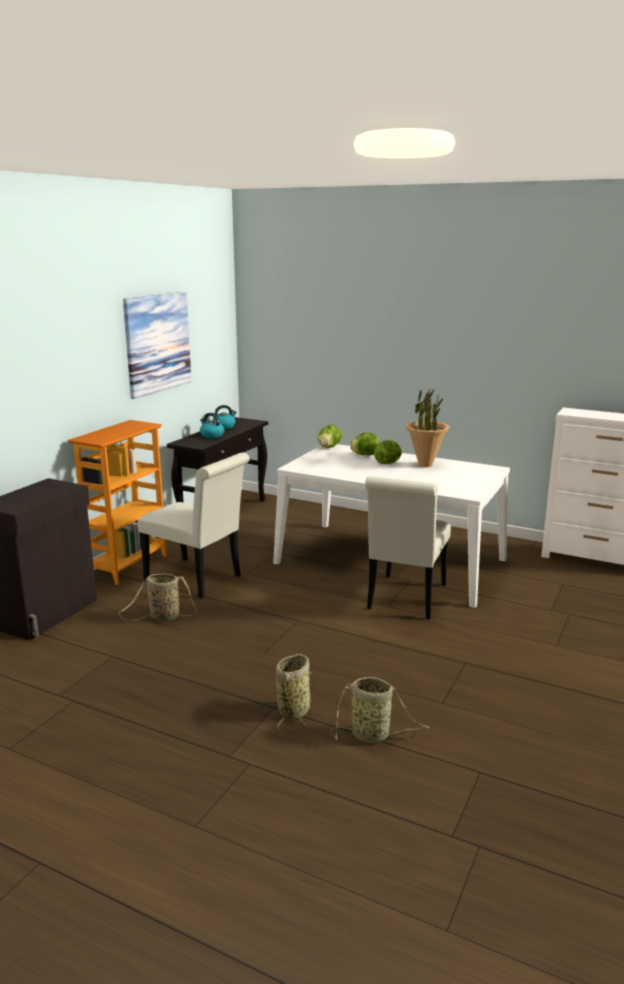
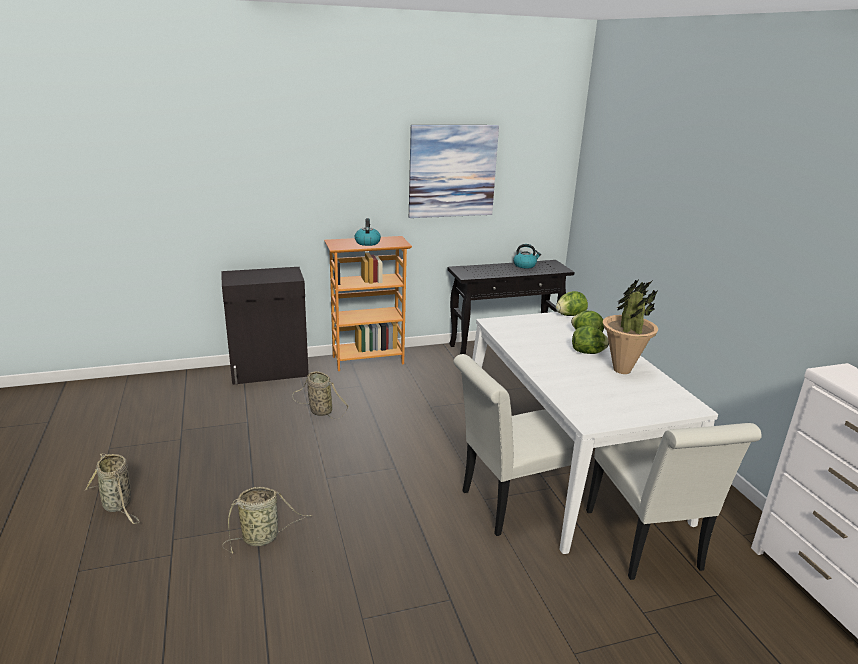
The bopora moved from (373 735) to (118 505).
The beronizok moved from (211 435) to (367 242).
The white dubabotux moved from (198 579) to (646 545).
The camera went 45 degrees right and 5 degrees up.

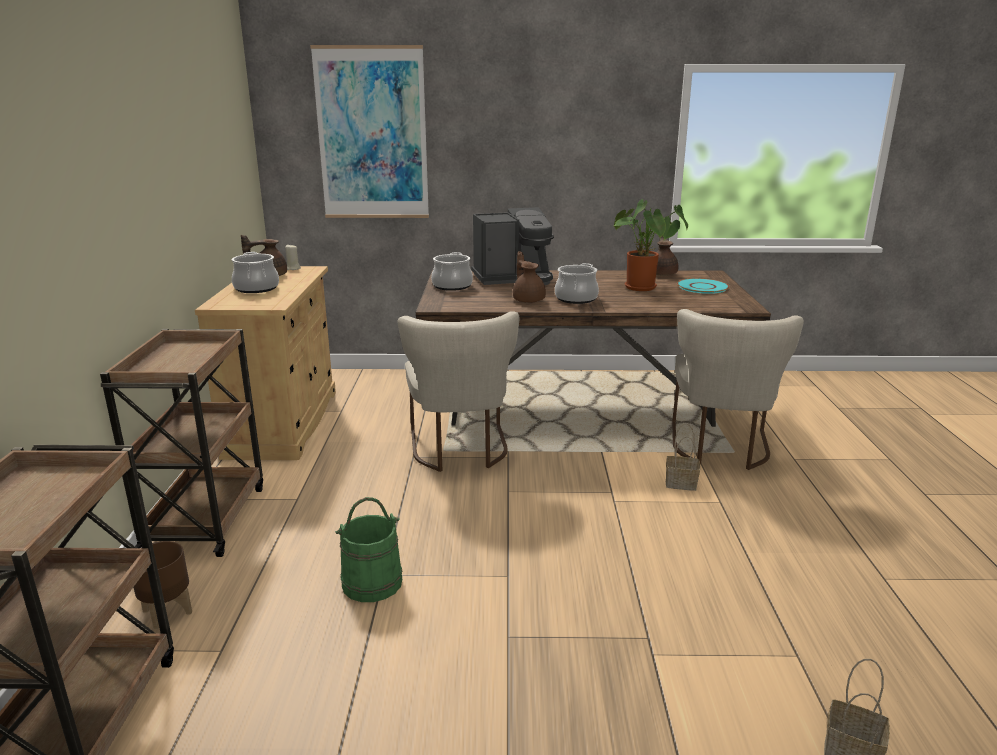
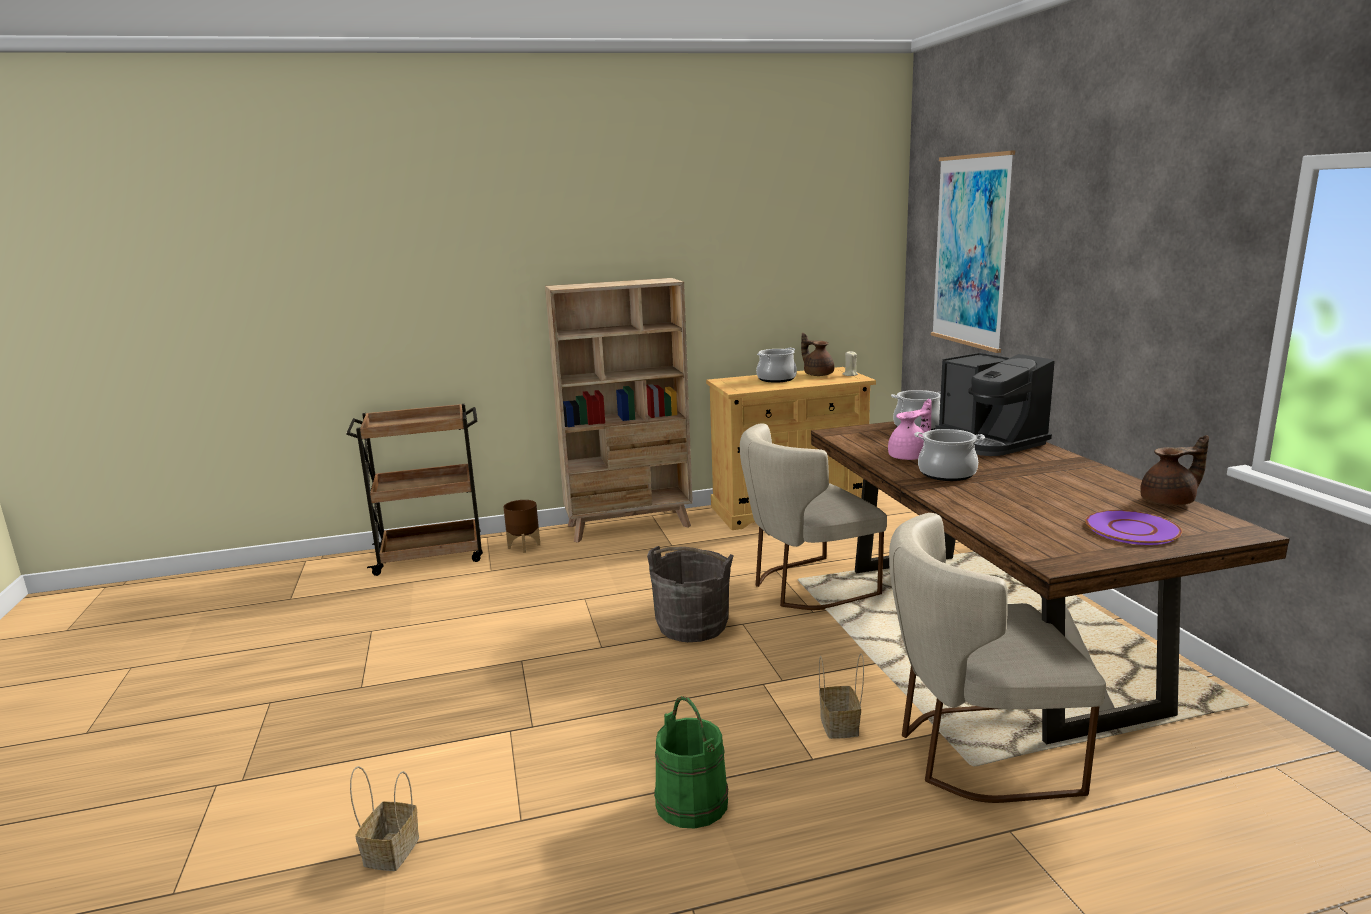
The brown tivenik at (206 518) was replaced by the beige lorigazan at (629 526).
The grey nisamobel at (692 626) appeared.
The green nisamobel moved from (372 582) to (692 802).
The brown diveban at (528 300) became the pink diveban at (910 457).
The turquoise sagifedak at (702 287) became the purple sagifedak at (1131 529).
The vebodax at (644 288) disappeared.
The camera went 75 degrees right and 5 degrees down.

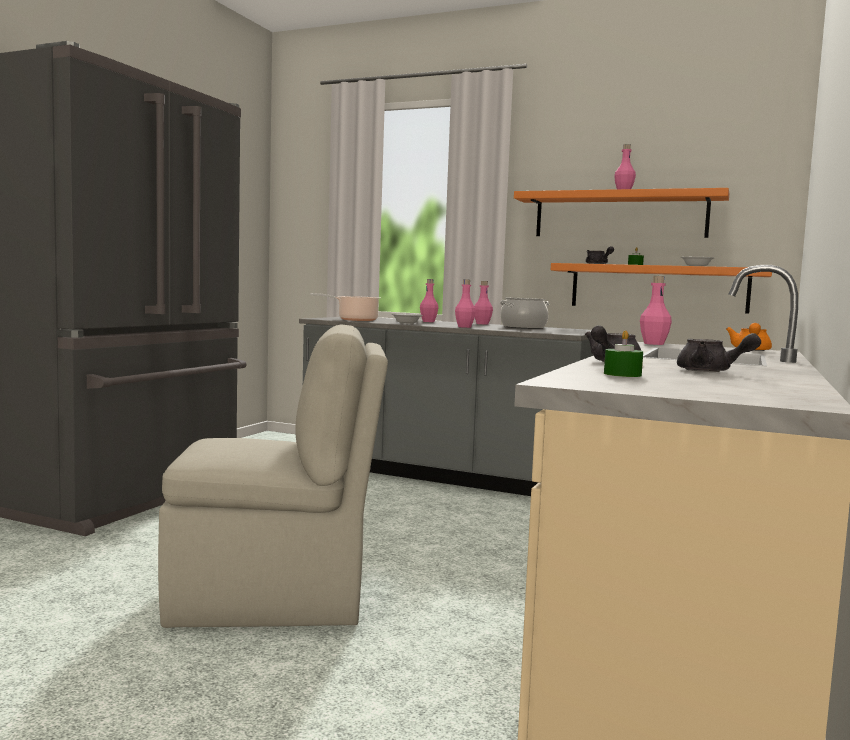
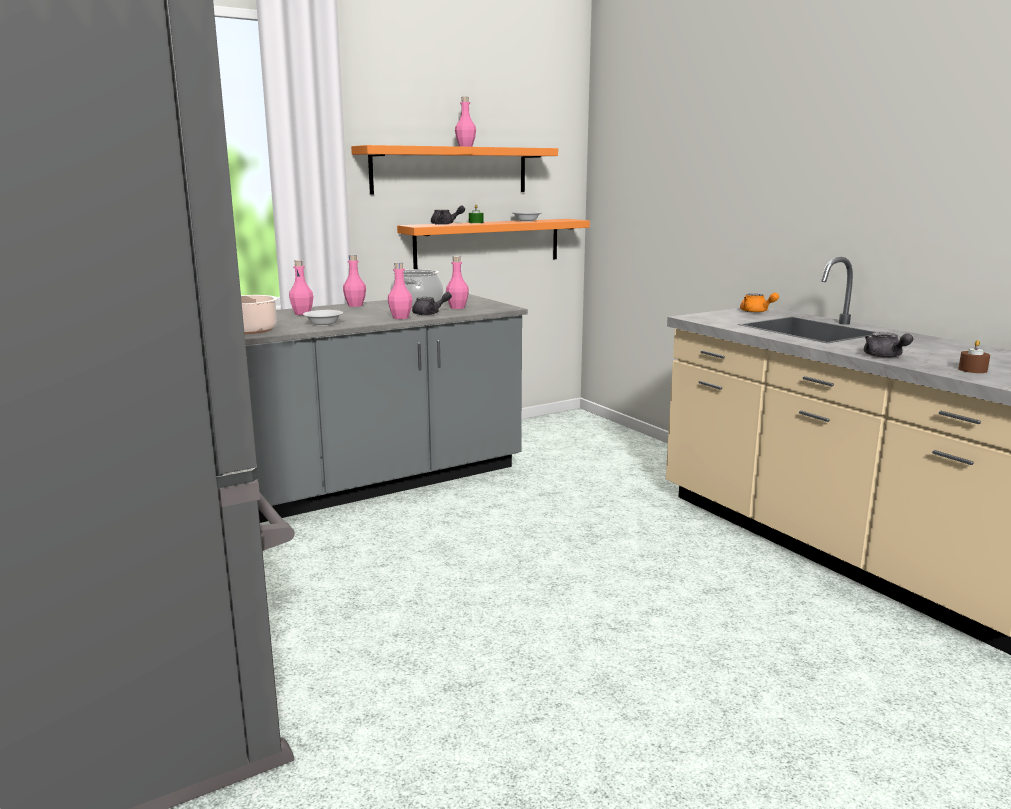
The grey diveban moved from (711 371) to (430 313).
The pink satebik moved from (654 344) to (457 307).
The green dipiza at (622 374) became the brown dipiza at (972 370).
The beige dubabotux at (275 597) disappeared.
The camera went 55 degrees left and 10 degrees up.

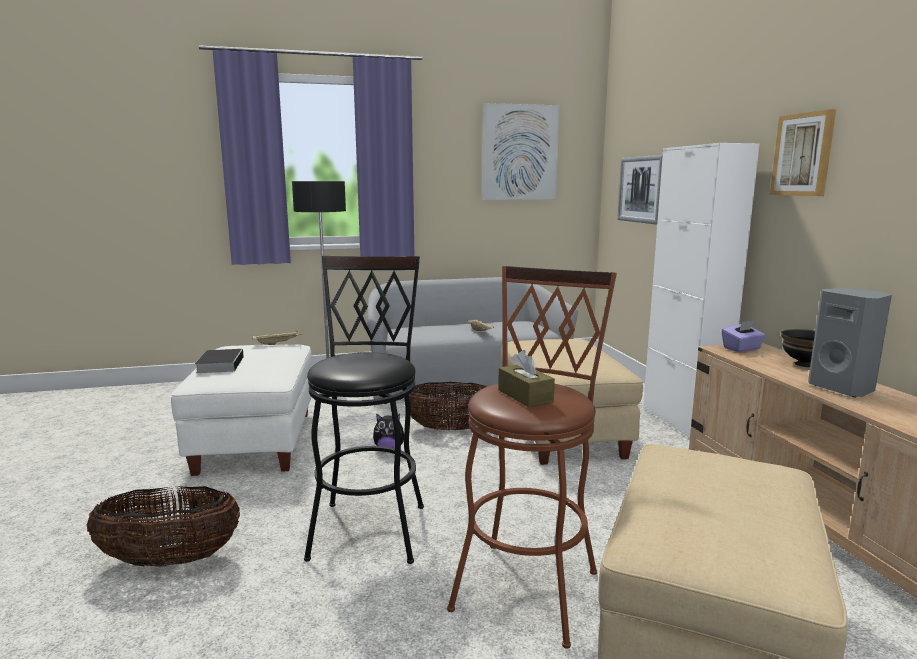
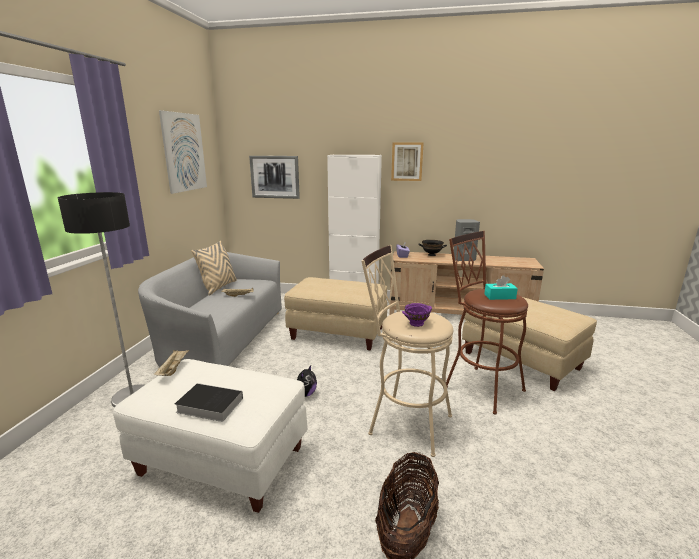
The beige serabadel at (218 287) appeared.
The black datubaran at (371 524) became the beige datubaran at (404 422).
The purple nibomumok at (415 323) appeared.
The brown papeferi at (525 396) became the turquoise papeferi at (500 296).
The bopora at (450 429) disappeared.
The camera went 65 degrees left and 5 degrees up.

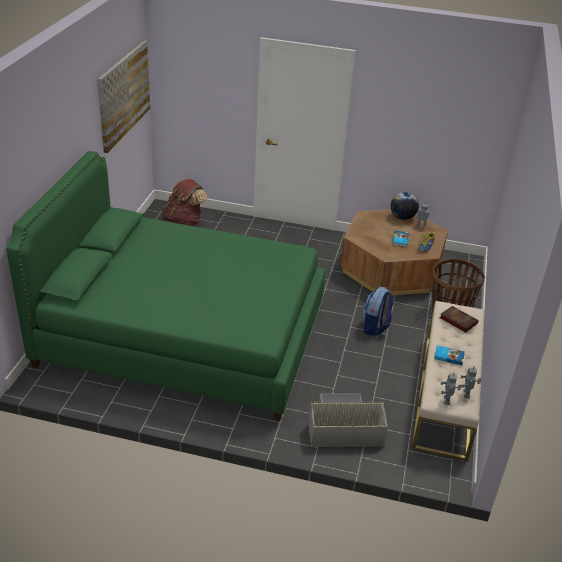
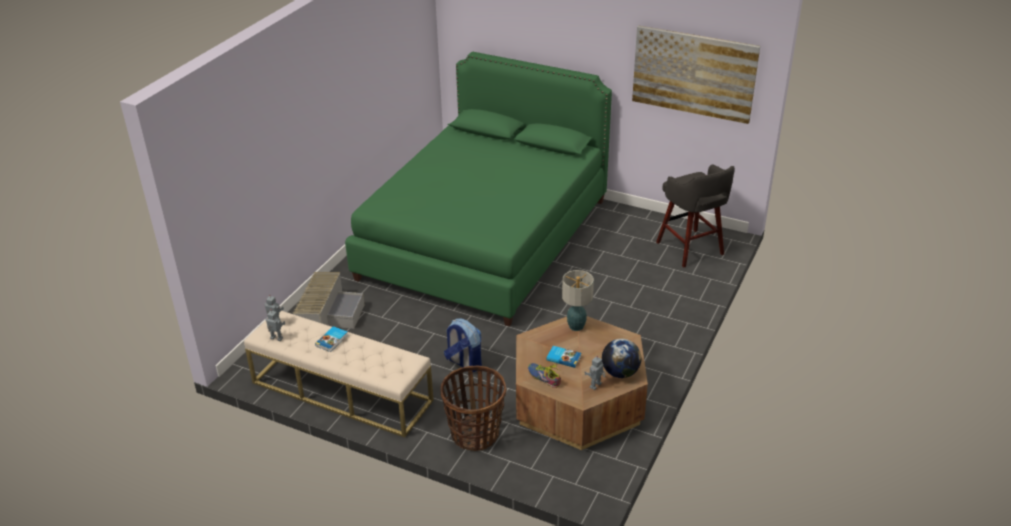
The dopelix at (576 326) appeared.
The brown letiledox at (184 222) was replaced by the grey datubaran at (691 249).
The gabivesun at (457 320) disappeared.
The camera went 105 degrees right and 0 degrees up.

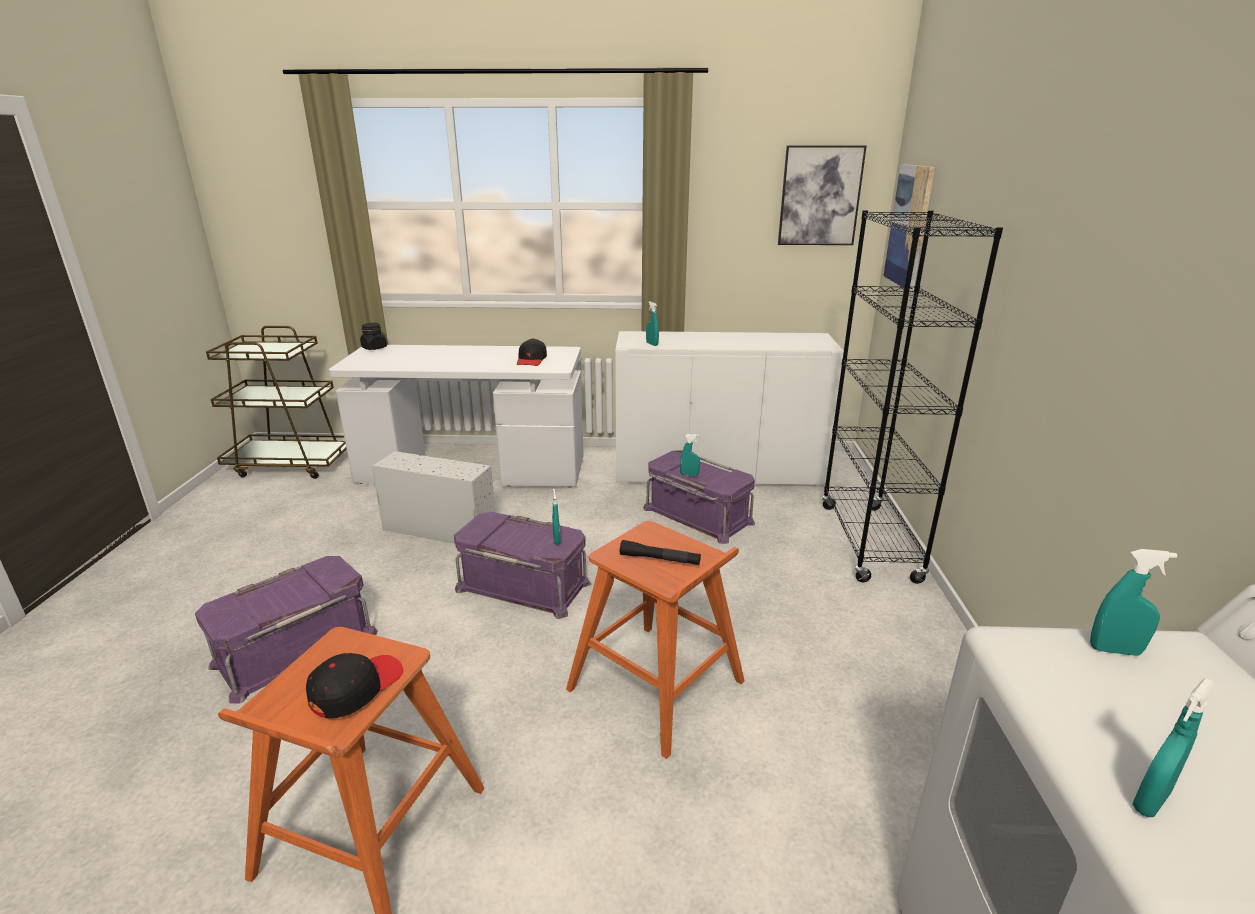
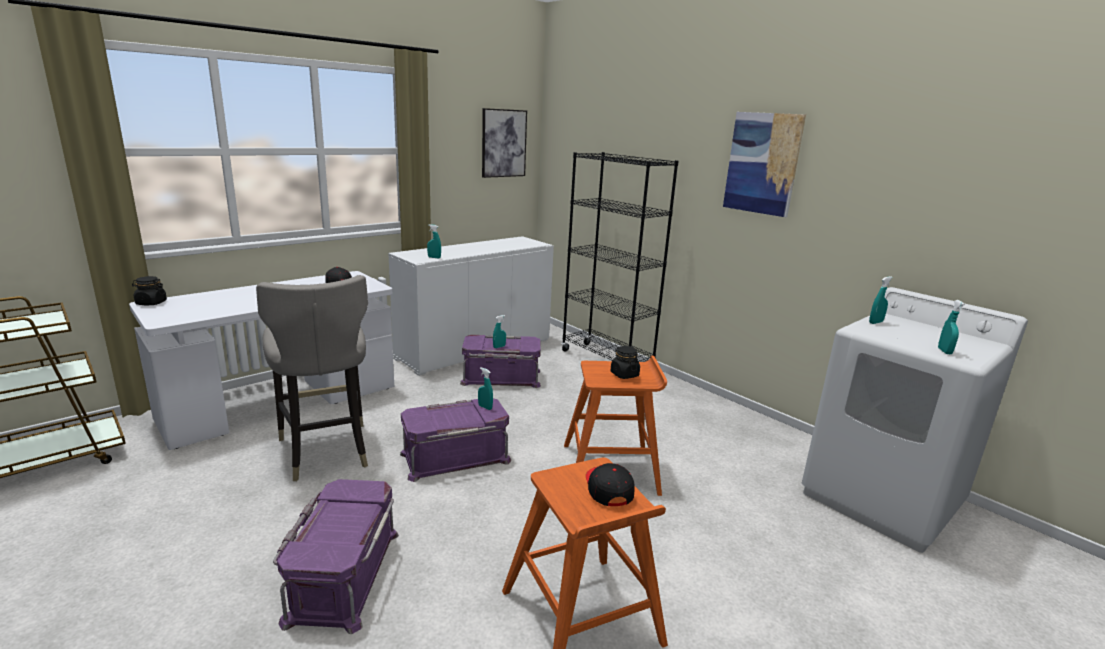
The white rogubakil at (438 530) was replaced by the grey datubaran at (326 452).
The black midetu at (659 559) was replaced by the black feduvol at (624 374).
The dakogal moved from (909 226) to (762 163).
The camera went 45 degrees left and 5 degrees down.

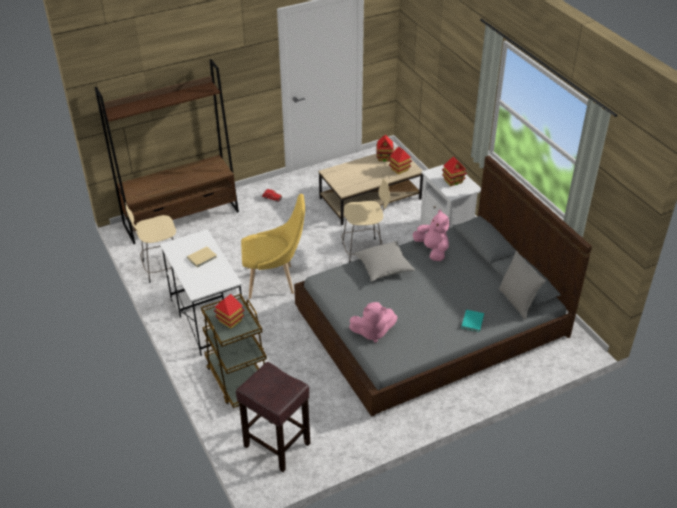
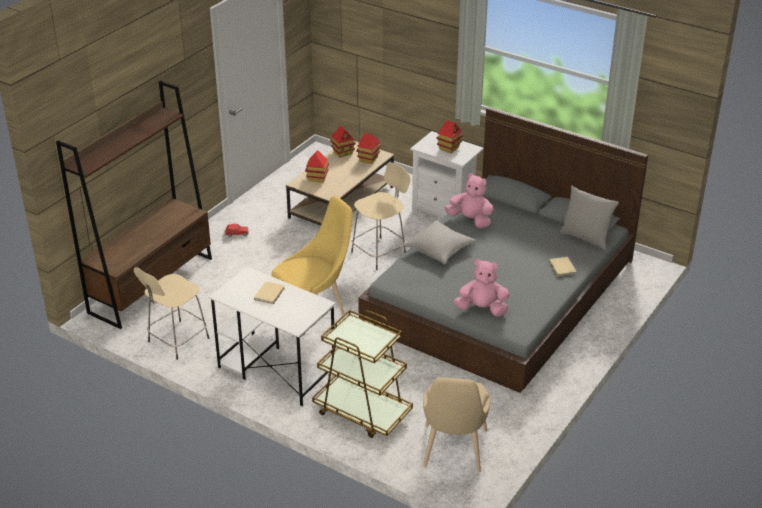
The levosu moved from (230 321) to (317 178).
The brown datubaran at (276 444) was replaced by the beige dubabotux at (453 452).
The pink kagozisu at (372 332) turned 135 degrees counterclockwise.
The turquoise gabivesun at (472 322) became the beige gabivesun at (562 268).
The camera went 30 degrees left and 5 degrees down.

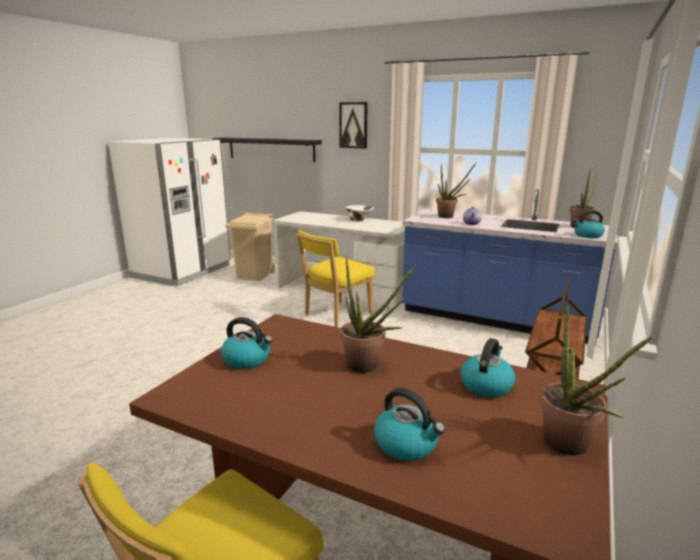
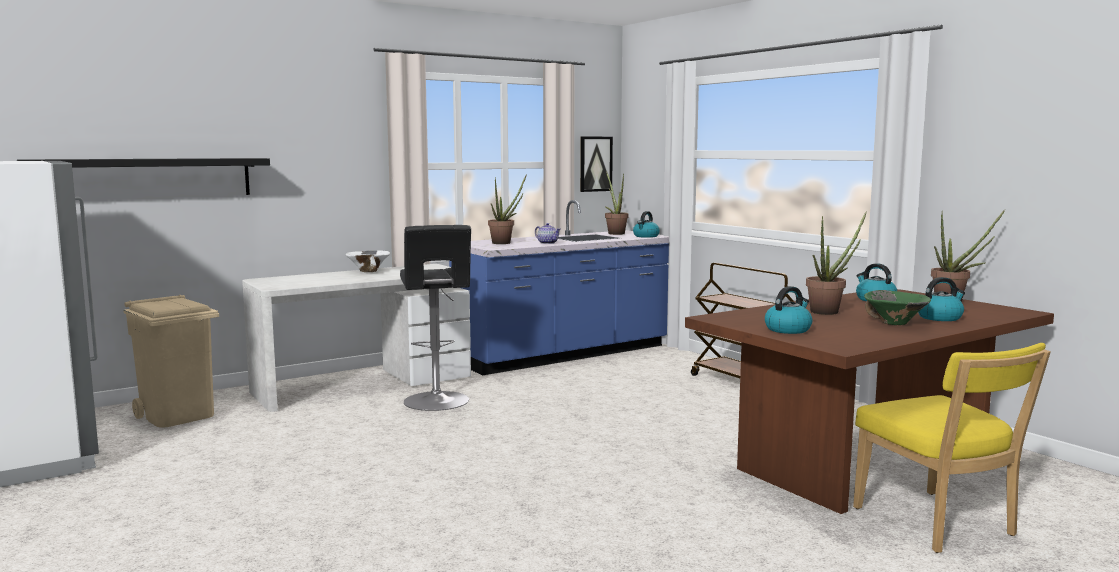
The yellow dubabotux at (335 315) was replaced by the black datubaran at (437 402).
The dakogal moved from (353 125) to (595 164).
The green nibomumok at (894 323) appeared.
The camera went 60 degrees left and 10 degrees down.

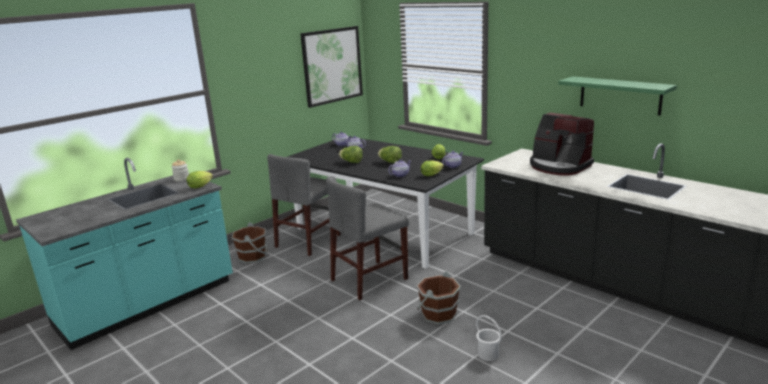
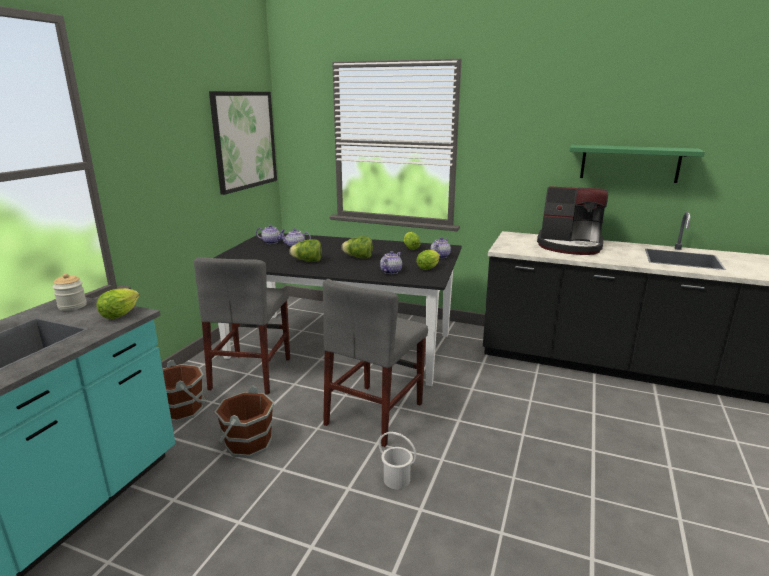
The brown nisamobel moved from (438 314) to (247 443).
The white nisamobel moved from (488 354) to (396 479).
The camera went 25 degrees left and 0 degrees up.

